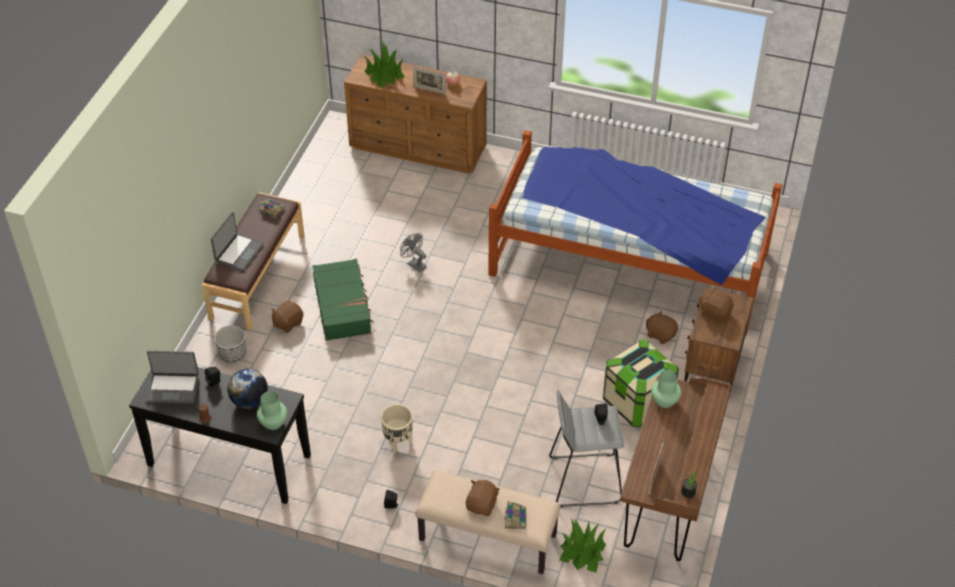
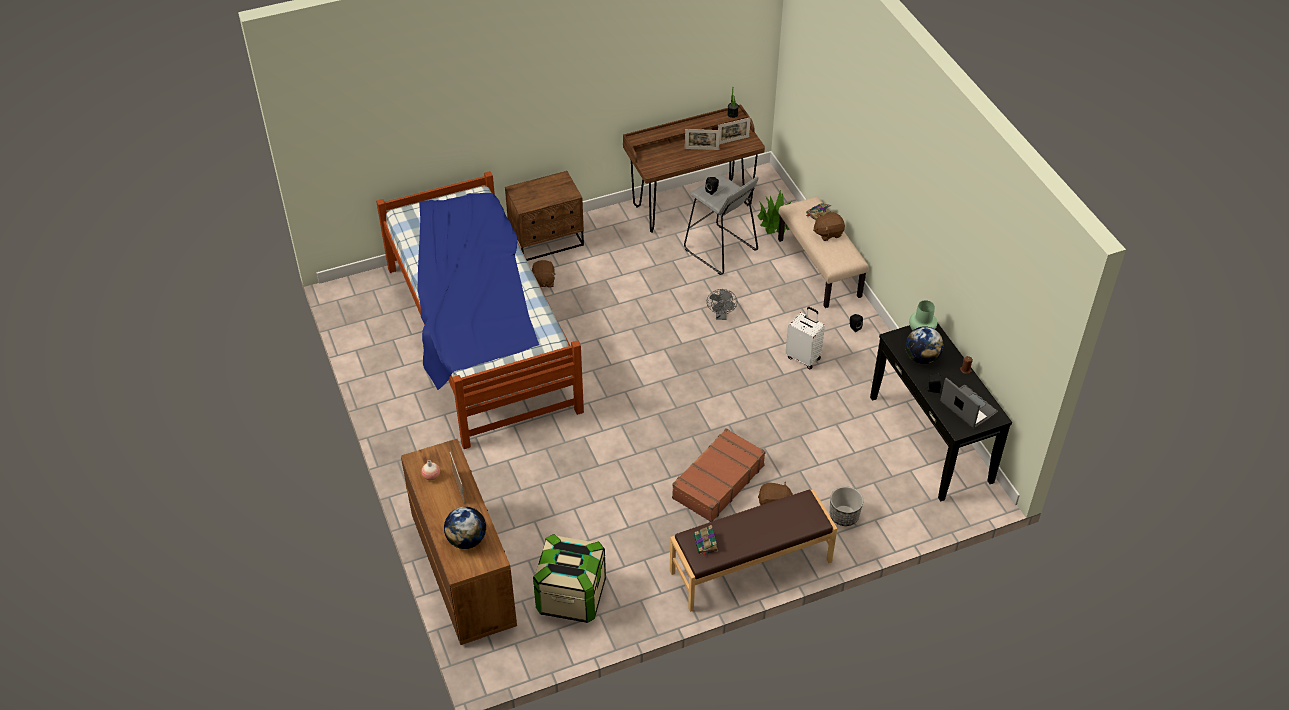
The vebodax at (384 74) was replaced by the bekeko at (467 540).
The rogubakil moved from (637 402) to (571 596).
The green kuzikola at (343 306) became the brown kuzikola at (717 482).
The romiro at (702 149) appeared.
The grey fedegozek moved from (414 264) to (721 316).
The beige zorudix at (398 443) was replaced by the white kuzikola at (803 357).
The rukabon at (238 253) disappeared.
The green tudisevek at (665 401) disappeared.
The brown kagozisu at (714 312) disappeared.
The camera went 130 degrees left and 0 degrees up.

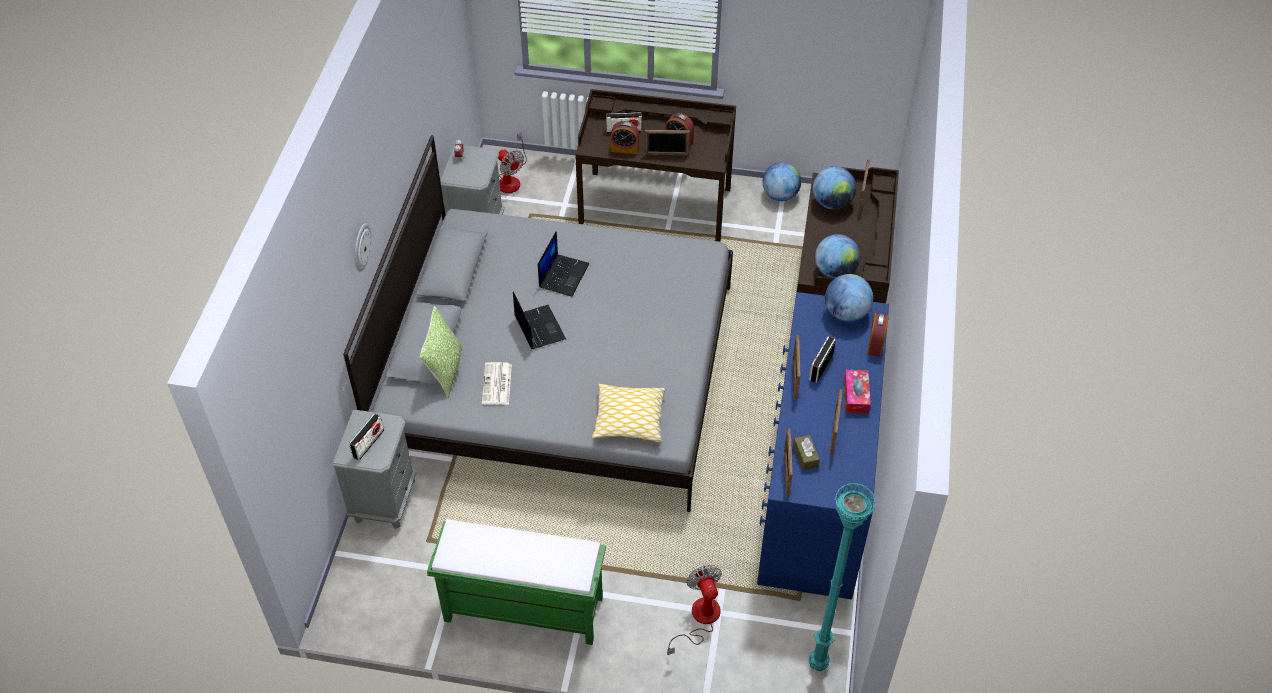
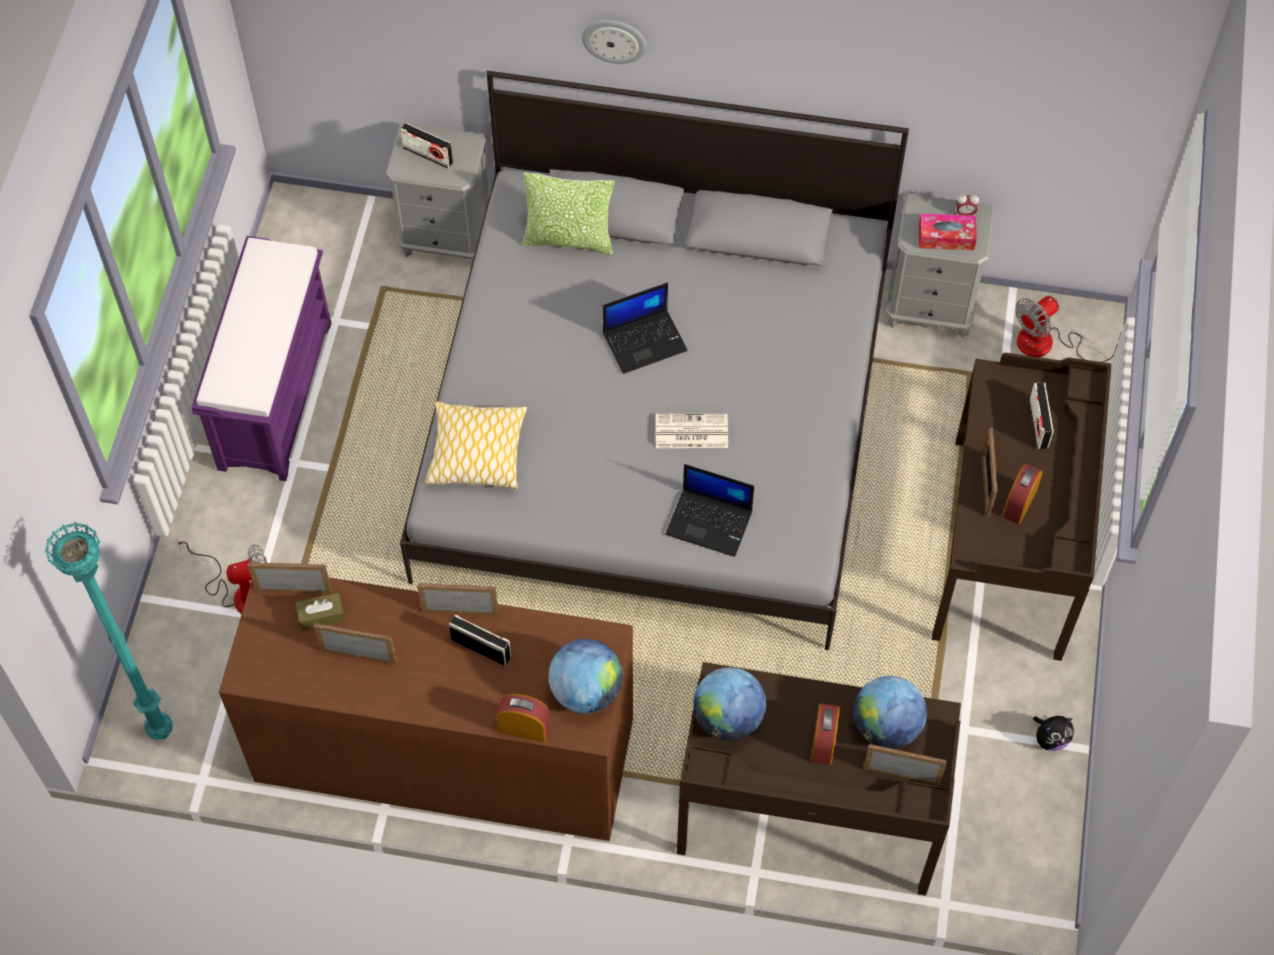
The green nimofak at (522 609) became the purple nimofak at (275 393).
The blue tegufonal at (815 486) became the brown tegufonal at (444 749).
The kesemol moved from (497 385) to (690 432).
The rukabon moved from (563 275) to (710 522).
The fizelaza moved from (625 149) to (823 742).
The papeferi moved from (856 396) to (946 237).
The bekeko at (780 195) was replaced by the kagozisu at (1050 739).
The camera went 90 degrees right and 10 degrees up.

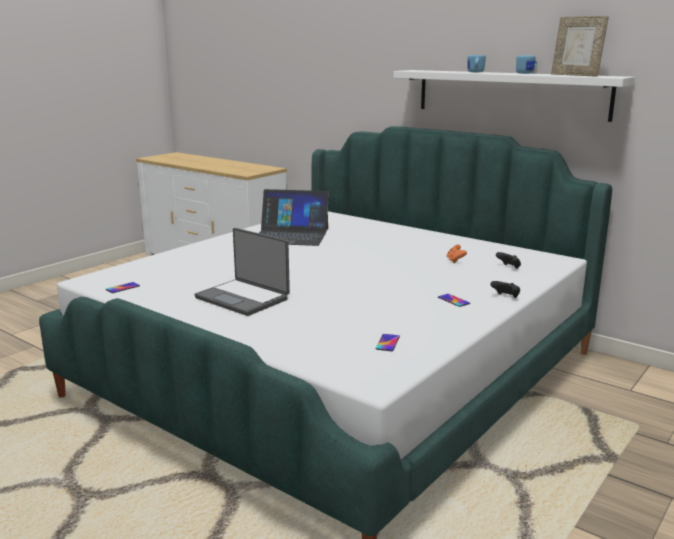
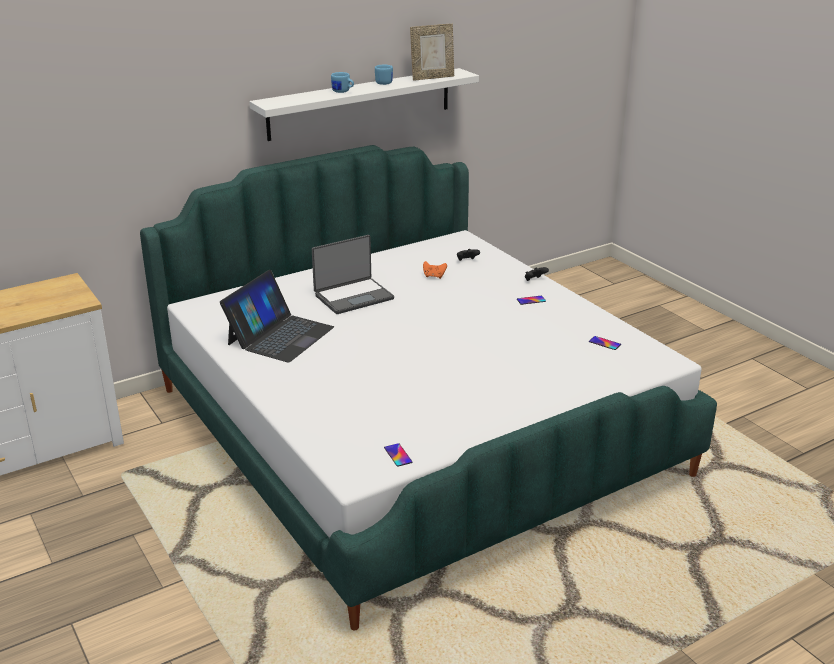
The rukabon moved from (243 298) to (353 296).
The camera went 70 degrees left and 10 degrees up.

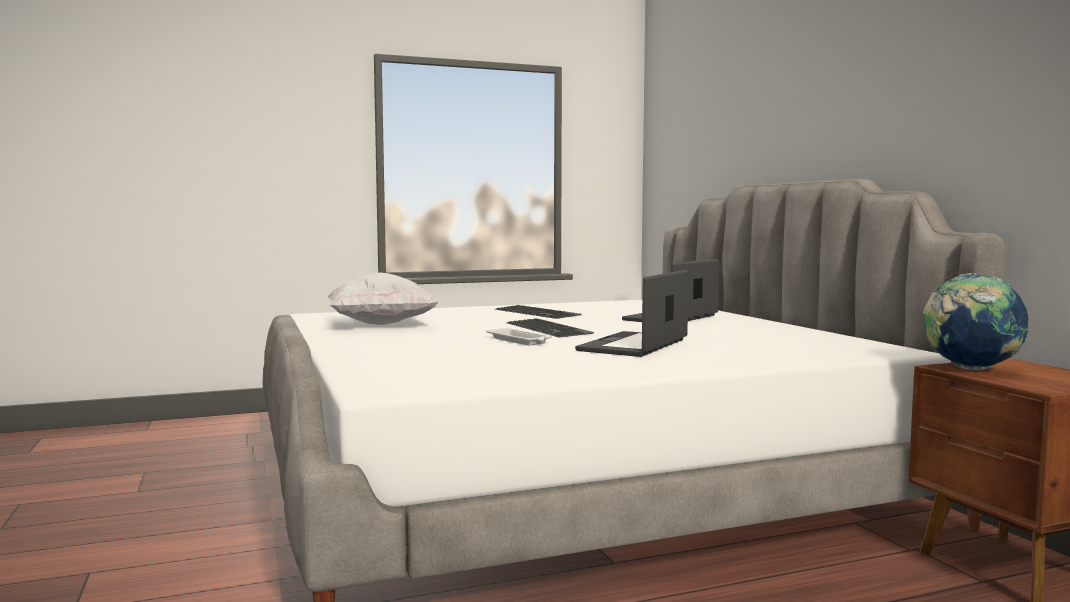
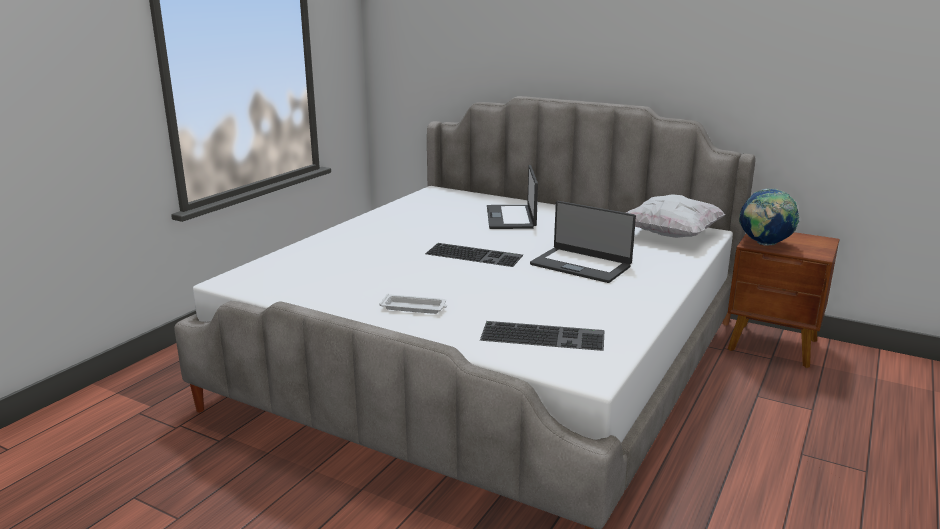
The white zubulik moved from (519 341) to (414 308).
The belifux moved from (538 312) to (544 335).
The rukabon at (635 345) turned 45 degrees counterclockwise.
The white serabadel moved from (382 324) to (671 235).
The camera went 40 degrees left and 15 degrees up.

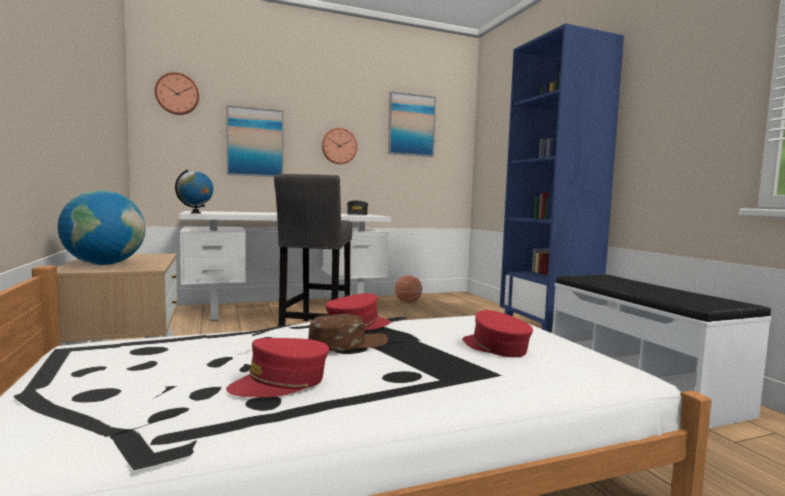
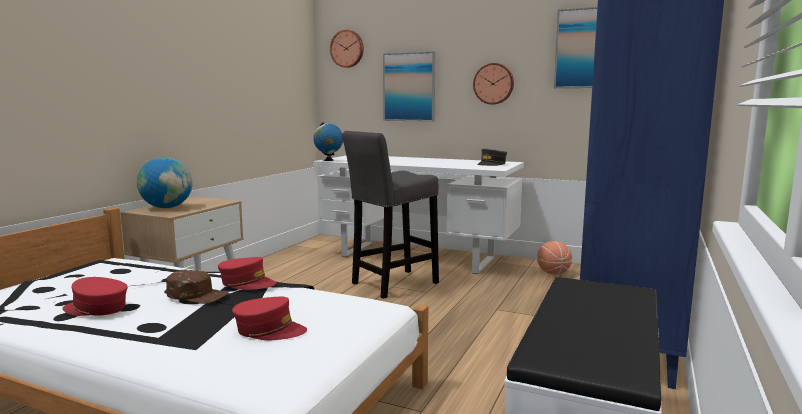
The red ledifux at (495 347) turned 90 degrees clockwise.
The camera went 45 degrees right and 5 degrees up.

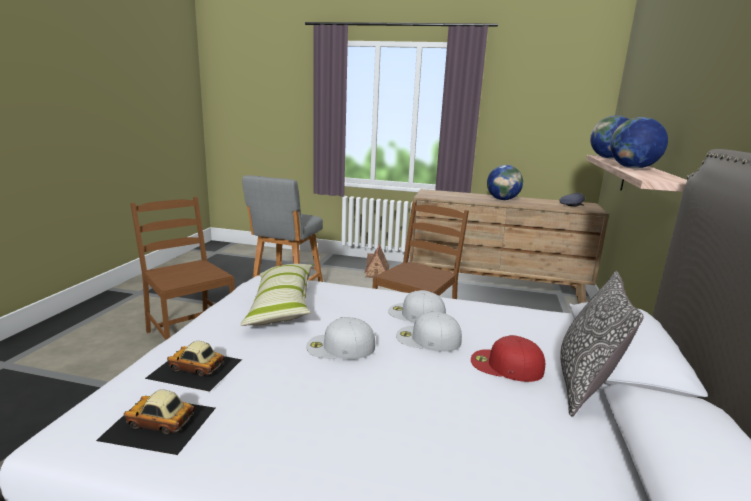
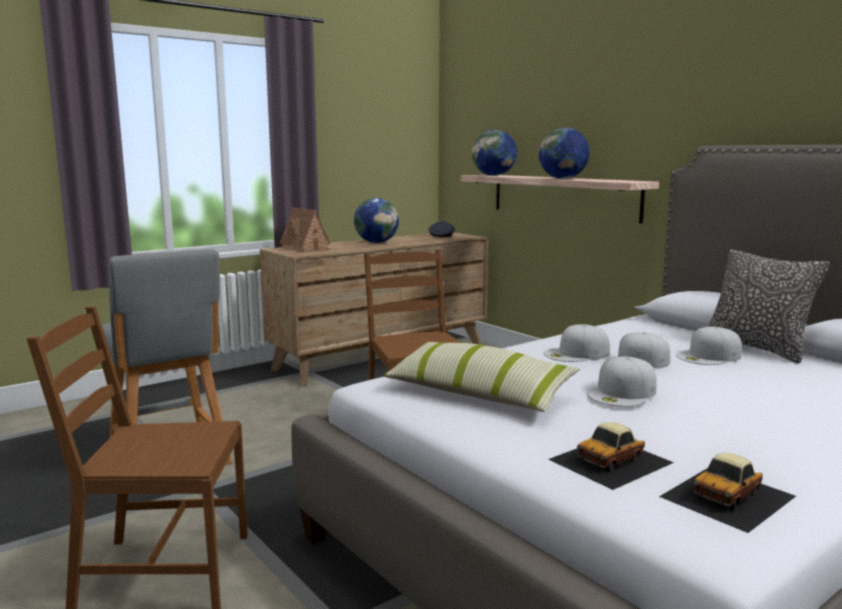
The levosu moved from (376 272) to (306 248).
The red ledifux at (505 365) became the white ledifux at (709 356).
The camera went 50 degrees left and 5 degrees down.

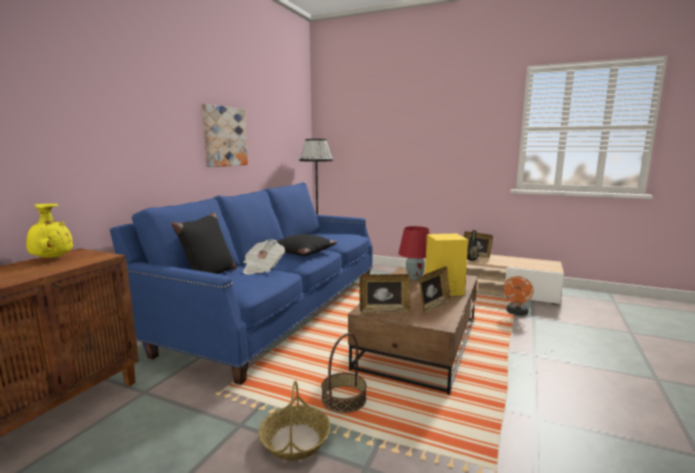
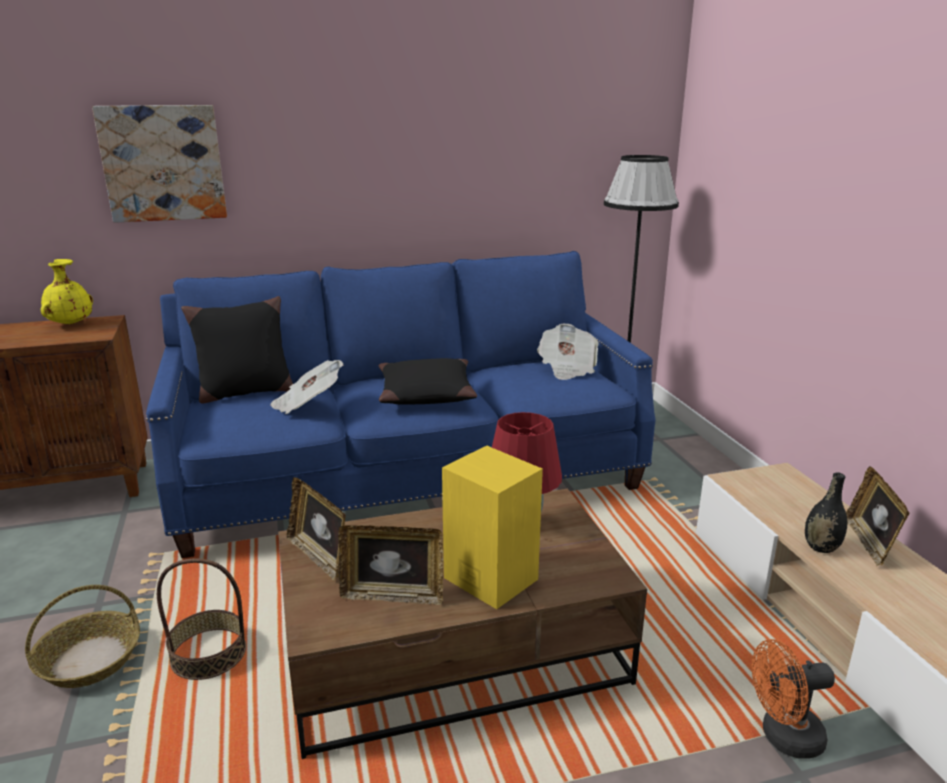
The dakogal moved from (224 136) to (163 163).
The kesemol at (567 368) appeared.
The camera went 50 degrees right and 10 degrees up.

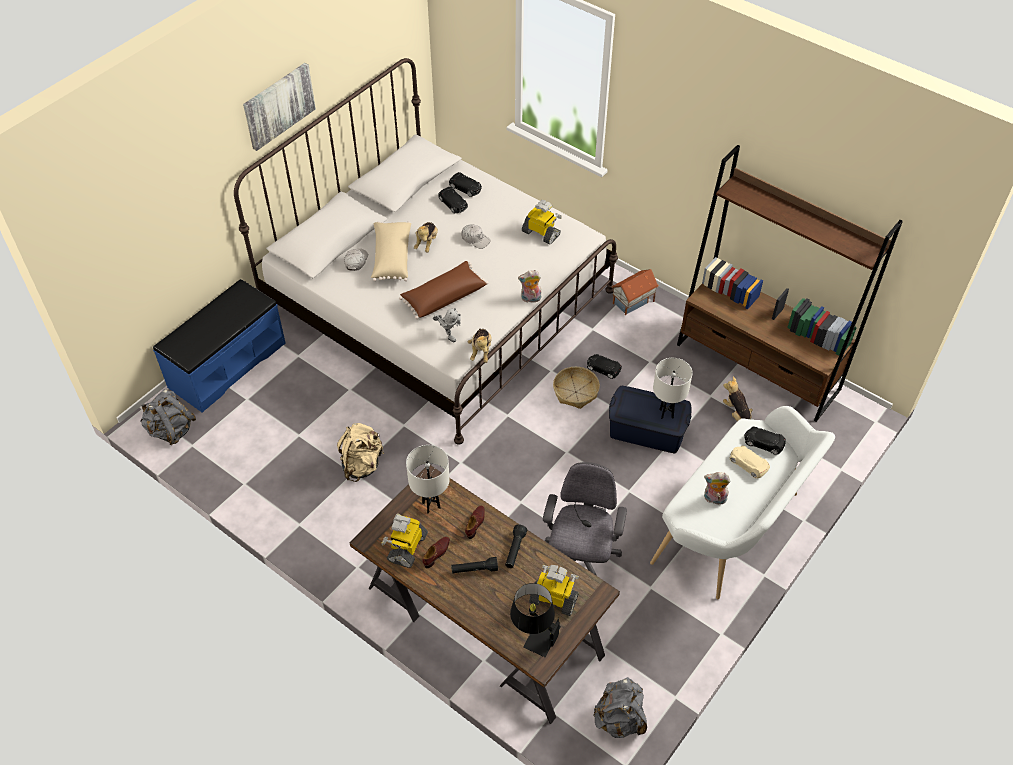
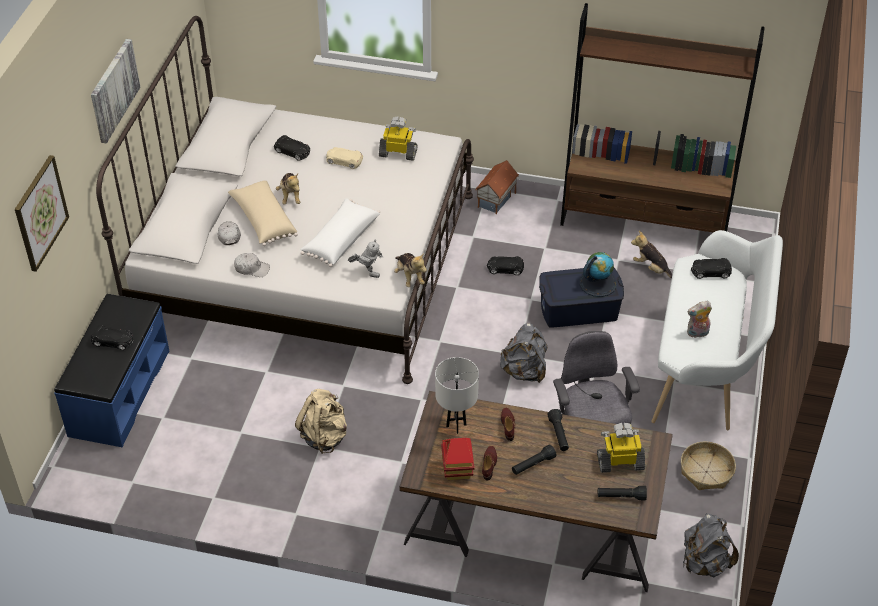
The dakogal at (40 213) appeared.
The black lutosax moved from (465 188) to (113 341).
The white ledifux moved from (475 239) to (252 268).
The brown serabadel at (443 296) became the white serabadel at (340 240).
The beige lutosax moved from (748 464) to (344 161).
The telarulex at (406 547) was replaced by the levosu at (457 470).
The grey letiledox moved from (171 430) to (524 371).
The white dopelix at (666 413) was replaced by the bekeko at (598 283).
The black dopelix at (534 633) was replaced by the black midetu at (621 497).
The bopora moved from (575 392) to (706 472).
The kagozisu at (530 299) disappeared.
The camera went 25 degrees left and 5 degrees down.

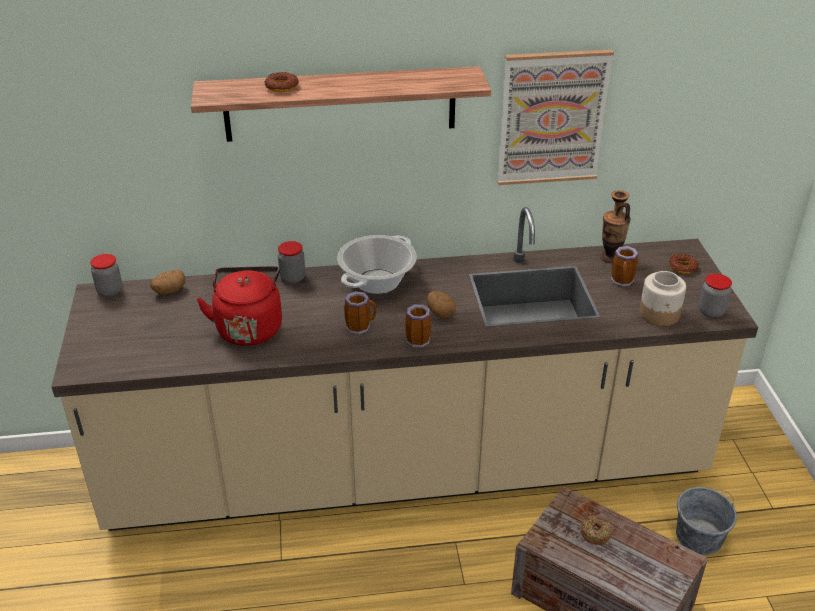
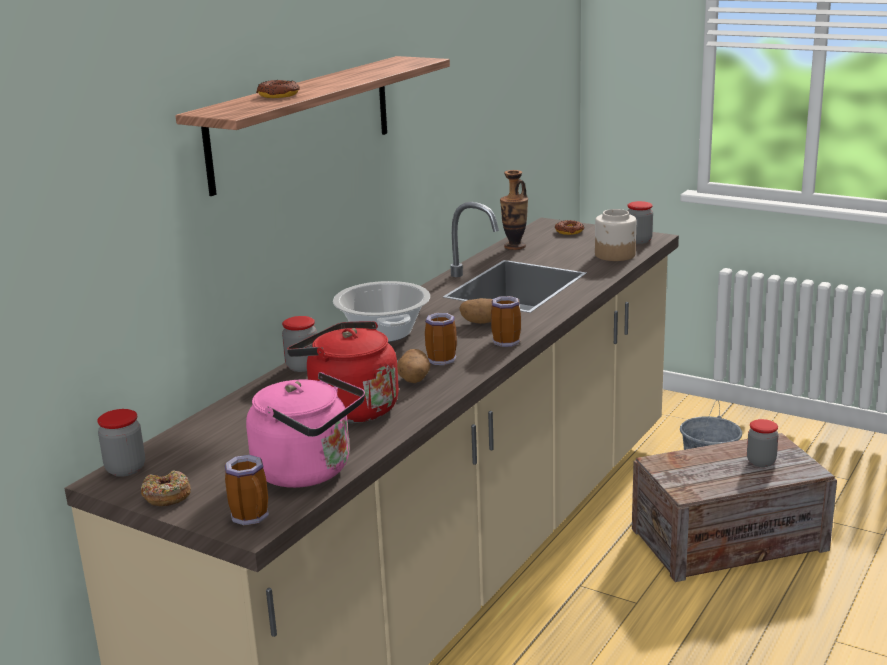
The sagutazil moved from (595 534) to (166 496).
The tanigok moved from (623 282) to (253 517).
The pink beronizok at (309 471) appeared.
The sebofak moved from (169 291) to (413 380).
The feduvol at (761 462) appeared.
The dakogal at (552 118) disappeared.
The camera went 50 degrees left and 15 degrees down.

